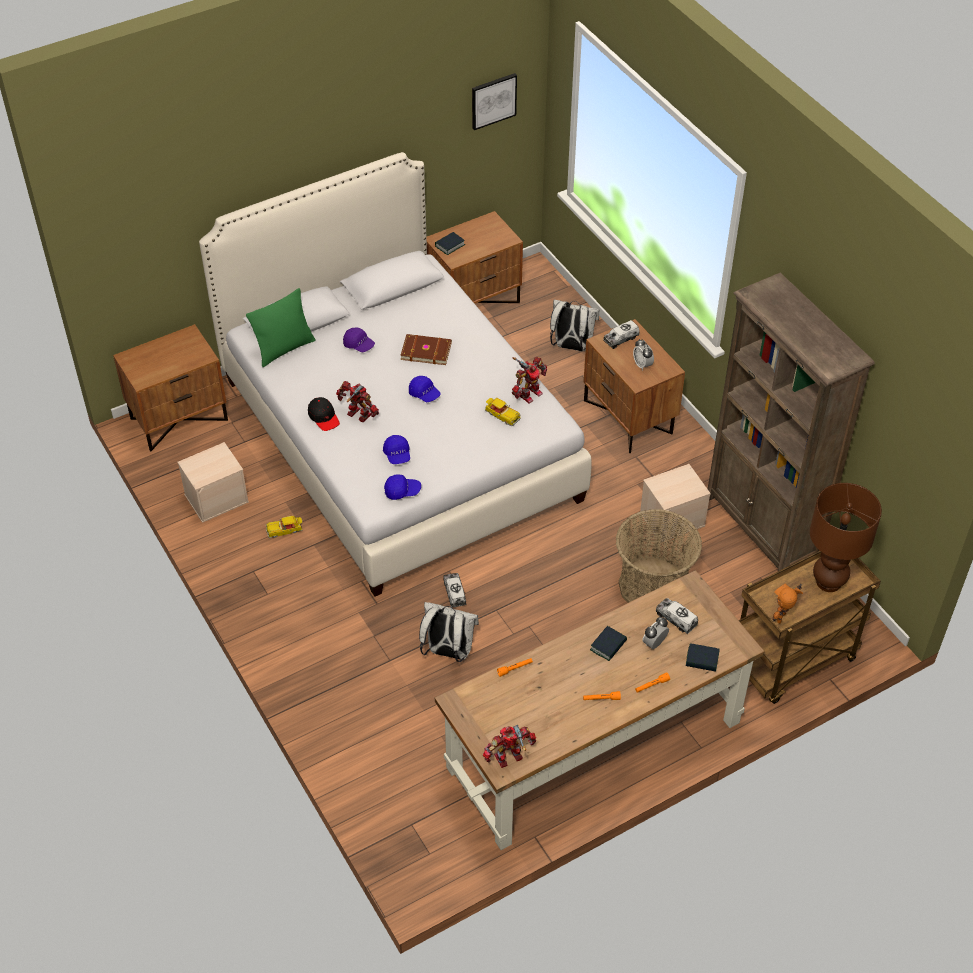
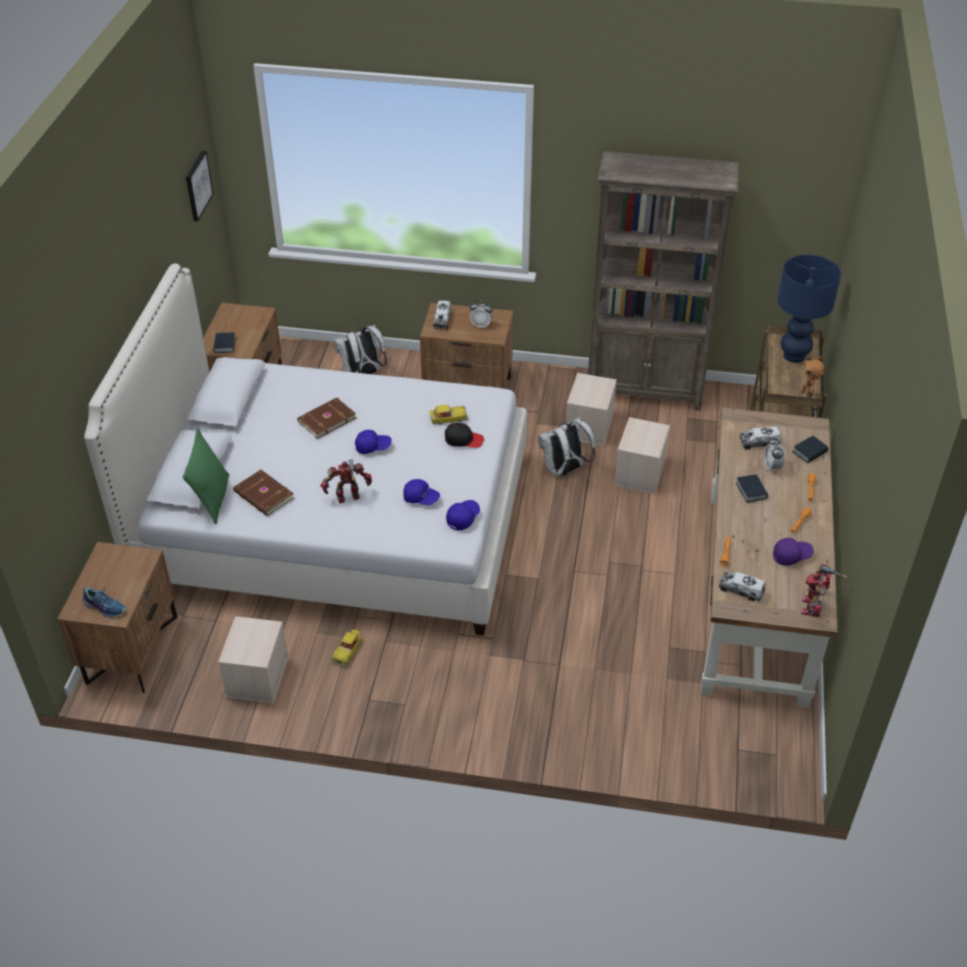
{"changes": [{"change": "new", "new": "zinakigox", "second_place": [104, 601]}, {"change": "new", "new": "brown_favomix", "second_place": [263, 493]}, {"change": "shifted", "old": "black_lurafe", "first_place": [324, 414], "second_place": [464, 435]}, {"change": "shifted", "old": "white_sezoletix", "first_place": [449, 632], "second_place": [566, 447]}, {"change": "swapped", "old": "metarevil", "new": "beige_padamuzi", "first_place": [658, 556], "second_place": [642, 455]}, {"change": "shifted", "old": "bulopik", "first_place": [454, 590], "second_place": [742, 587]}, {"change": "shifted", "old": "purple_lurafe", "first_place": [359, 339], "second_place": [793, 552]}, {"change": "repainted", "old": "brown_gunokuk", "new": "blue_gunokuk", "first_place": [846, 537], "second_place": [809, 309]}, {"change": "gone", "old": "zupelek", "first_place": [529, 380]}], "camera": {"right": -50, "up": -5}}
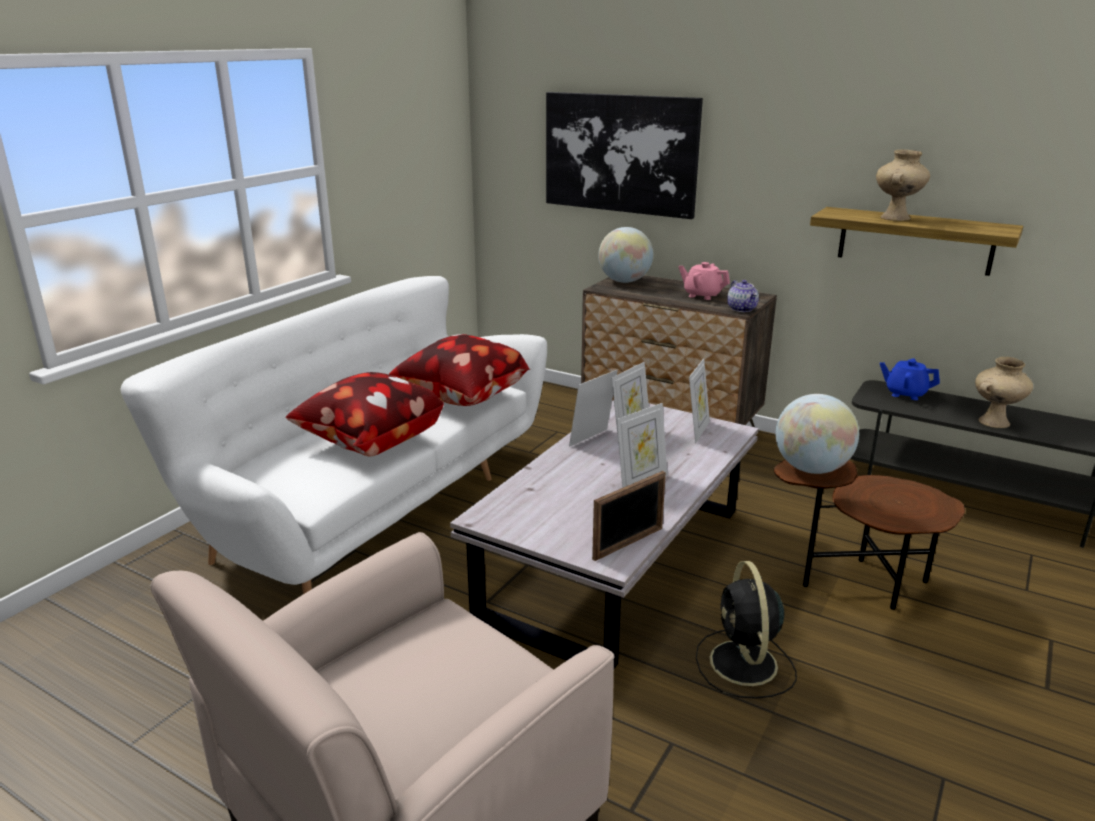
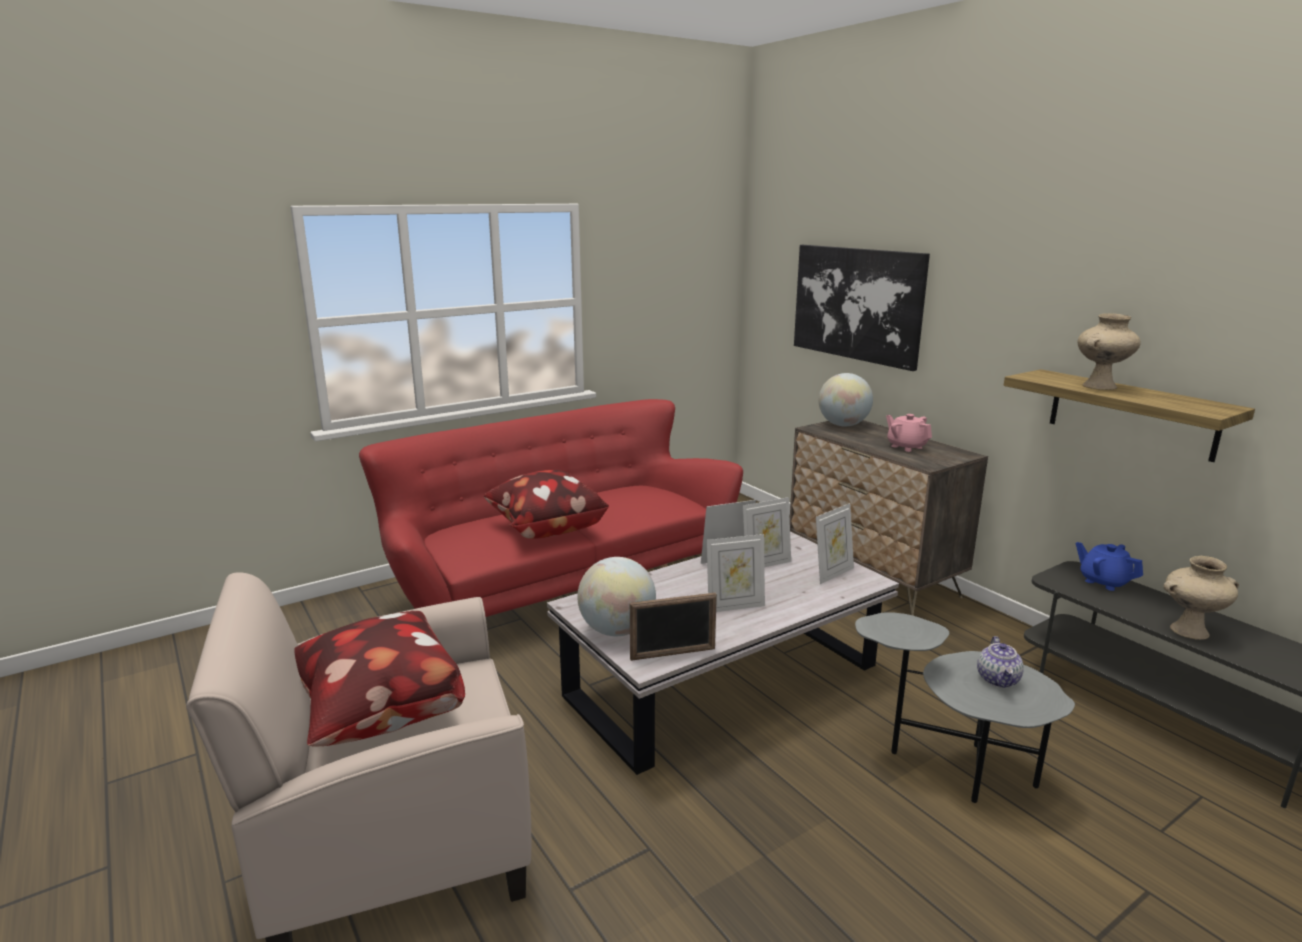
{"changes": [{"change": "shifted", "old": "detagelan", "first_place": [459, 370], "second_place": [379, 679]}, {"change": "repainted", "old": "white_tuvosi", "new": "red_tuvosi", "first_place": [333, 435], "second_place": [551, 508]}, {"change": "shifted", "old": "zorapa", "first_place": [817, 434], "second_place": [616, 596]}, {"change": "repainted", "old": "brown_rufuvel", "new": "grey_rufuvel", "first_place": [869, 535], "second_place": [965, 707]}, {"change": "shifted", "old": "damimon", "first_place": [743, 296], "second_place": [1000, 662]}, {"change": "gone", "old": "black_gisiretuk", "first_place": [746, 630]}], "camera": {"right": 25, "up": -5}}
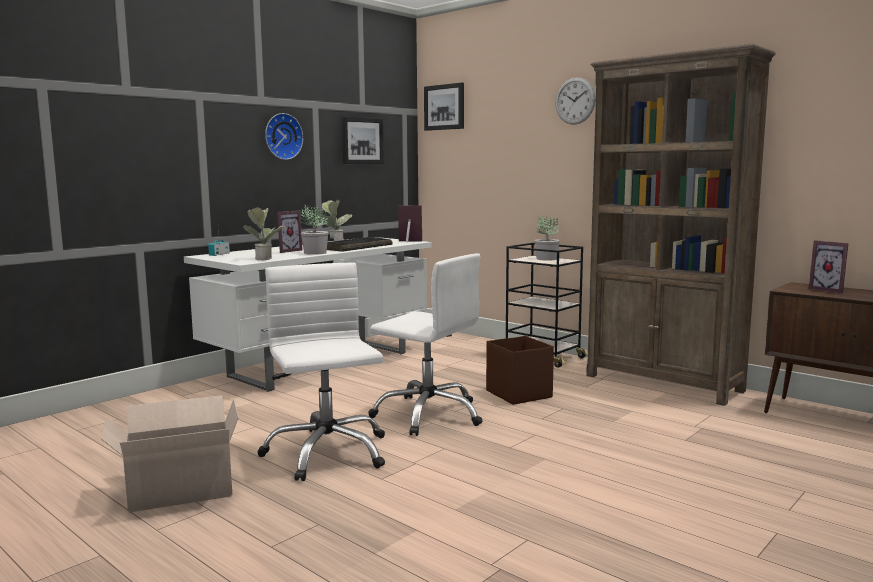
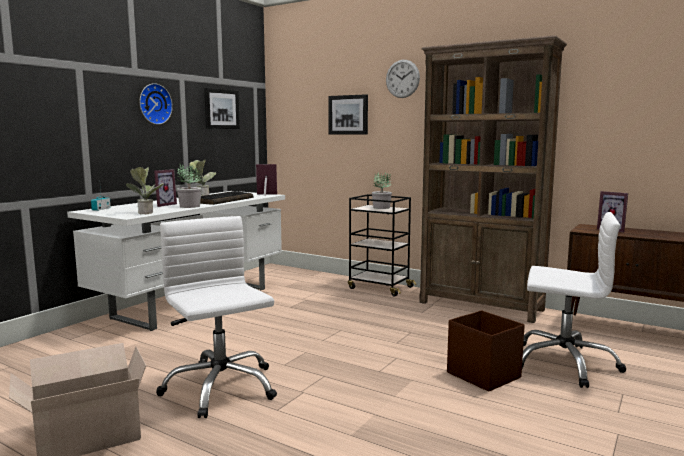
{"changes": [{"change": "shifted", "old": "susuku", "first_place": [444, 107], "second_place": [348, 114]}, {"change": "shifted", "old": "brown_padamuzi", "first_place": [520, 370], "second_place": [486, 351]}, {"change": "shifted", "old": "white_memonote", "first_place": [425, 344], "second_place": [574, 300]}], "camera": {"right": -10, "up": 0}}
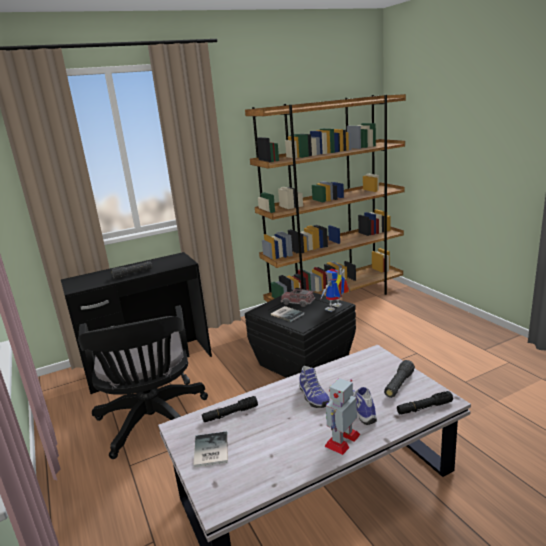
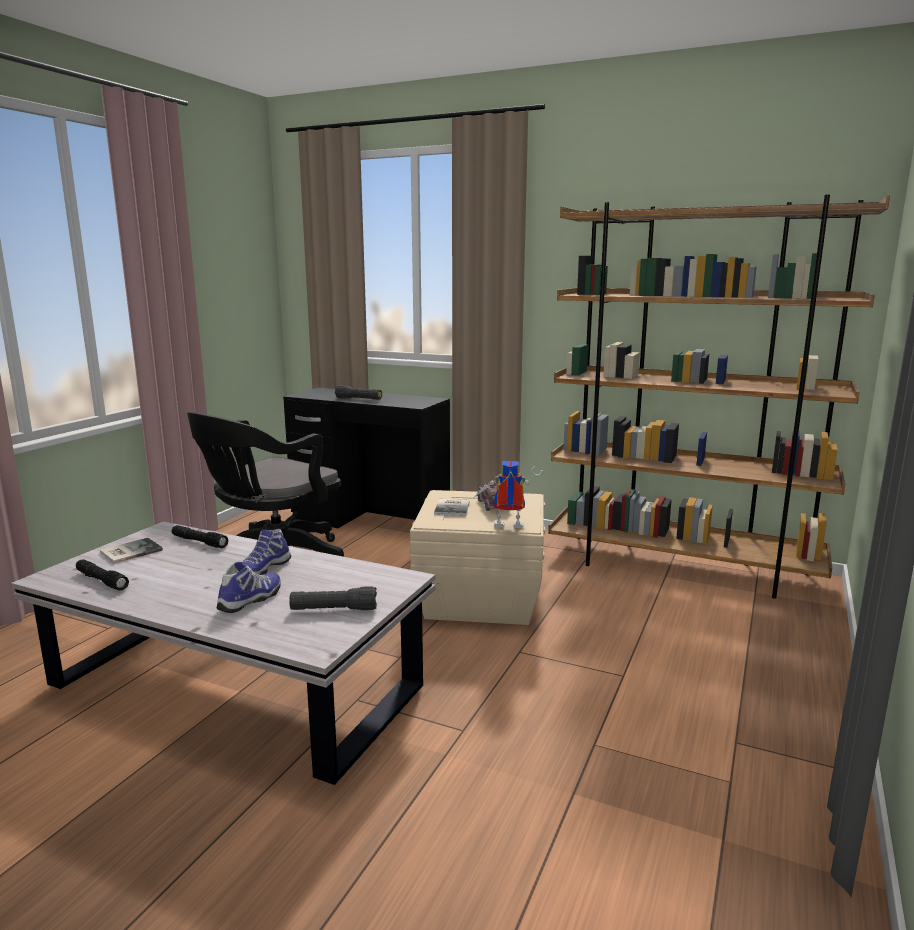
{"changes": [{"change": "shifted", "old": "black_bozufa", "first_place": [425, 402], "second_place": [102, 575]}, {"change": "repainted", "old": "black_padamuzi", "new": "beige_padamuzi", "first_place": [300, 333], "second_place": [477, 557]}, {"change": "gone", "old": "zupelek", "first_place": [342, 416]}], "camera": {"right": 50, "up": -5}}
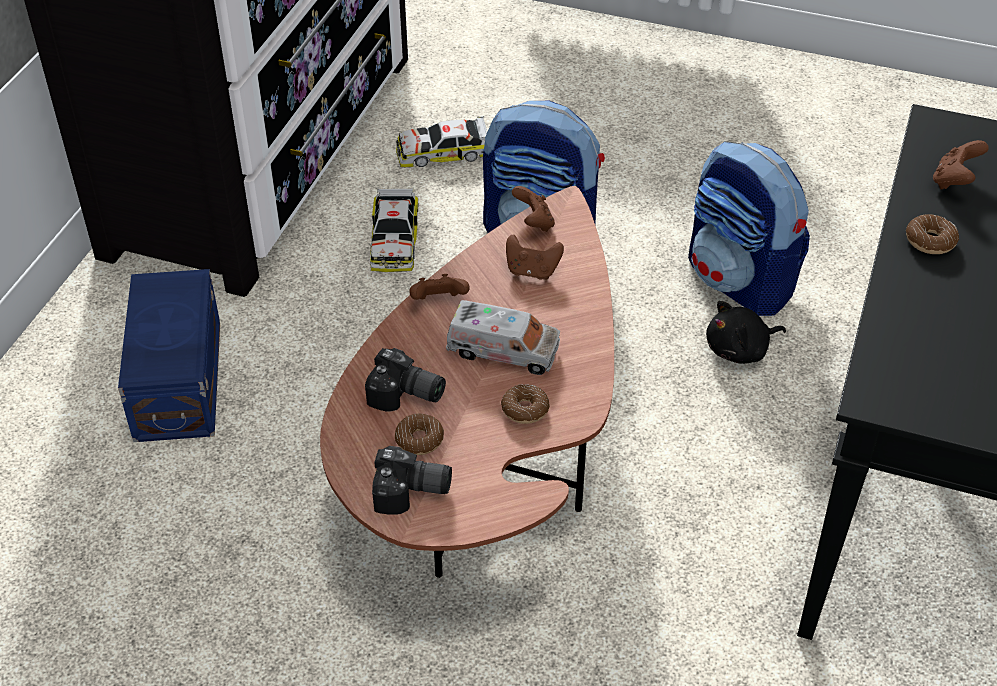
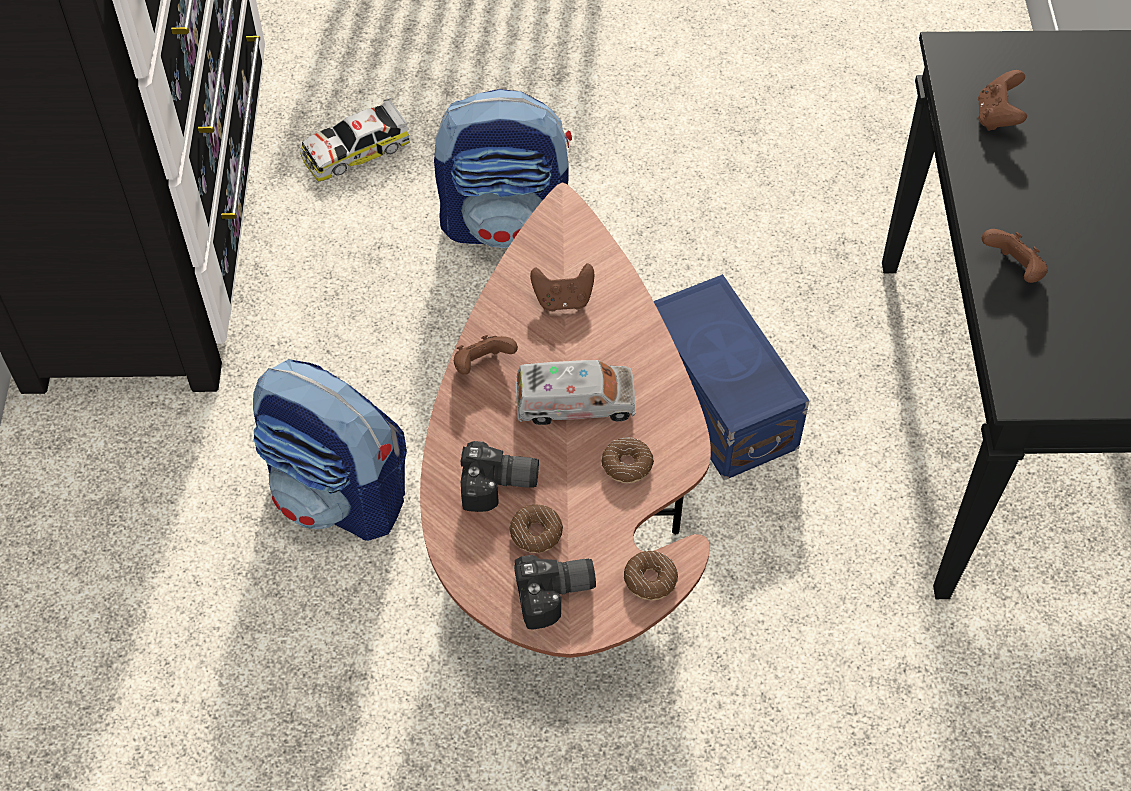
{"changes": [{"change": "shifted", "old": "sezoletix", "first_place": [749, 228], "second_place": [330, 450]}, {"change": "shifted", "old": "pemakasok", "first_place": [932, 234], "second_place": [651, 575]}, {"change": "shifted", "old": "blue_padamuzi", "first_place": [169, 355], "second_place": [731, 377]}, {"change": "shifted", "old": "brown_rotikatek", "first_place": [533, 209], "second_place": [1015, 256]}, {"change": "gone", "old": "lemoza", "first_place": [394, 230]}, {"change": "gone", "old": "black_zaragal", "first_place": [746, 332]}], "camera": {"right": -20, "up": 10}}
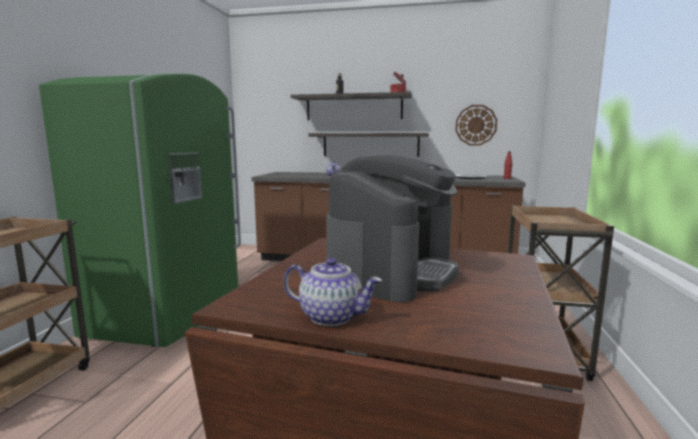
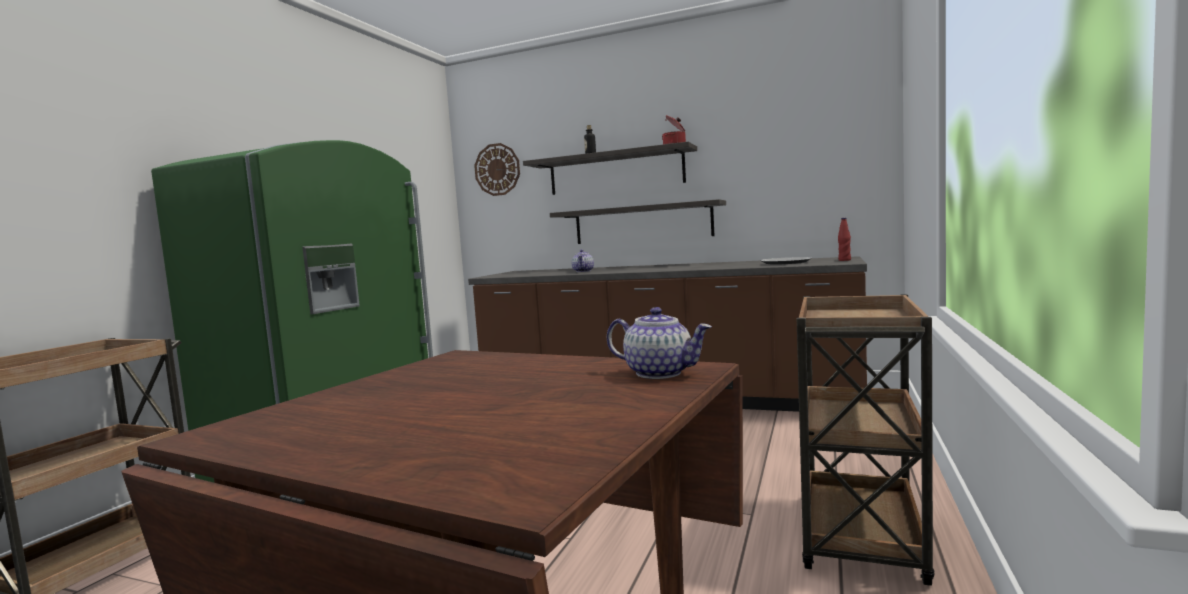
{"changes": [{"change": "shifted", "old": "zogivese", "first_place": [476, 125], "second_place": [497, 169]}, {"change": "shifted", "old": "damimon", "first_place": [332, 291], "second_place": [659, 343]}, {"change": "gone", "old": "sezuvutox", "first_place": [393, 228]}], "camera": {"right": 10, "up": -5}}
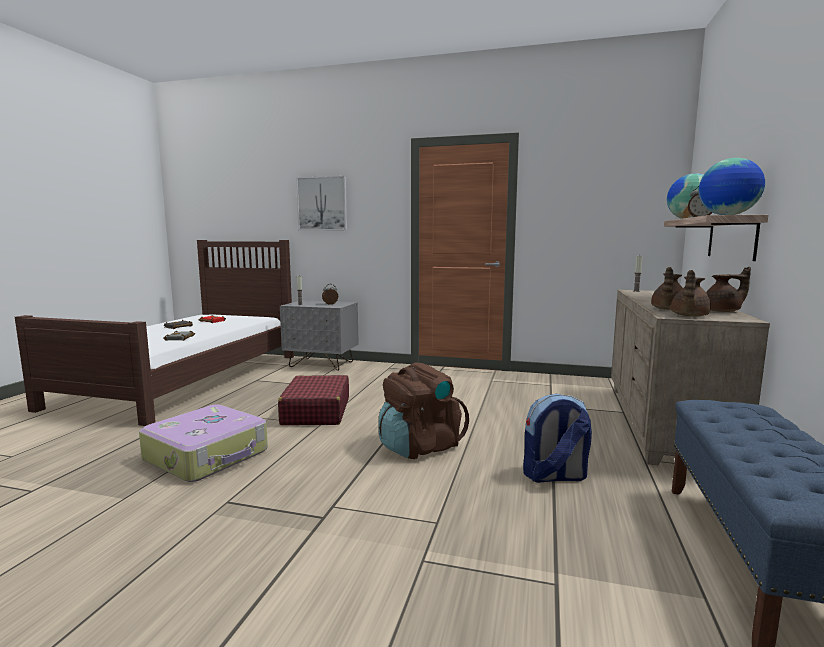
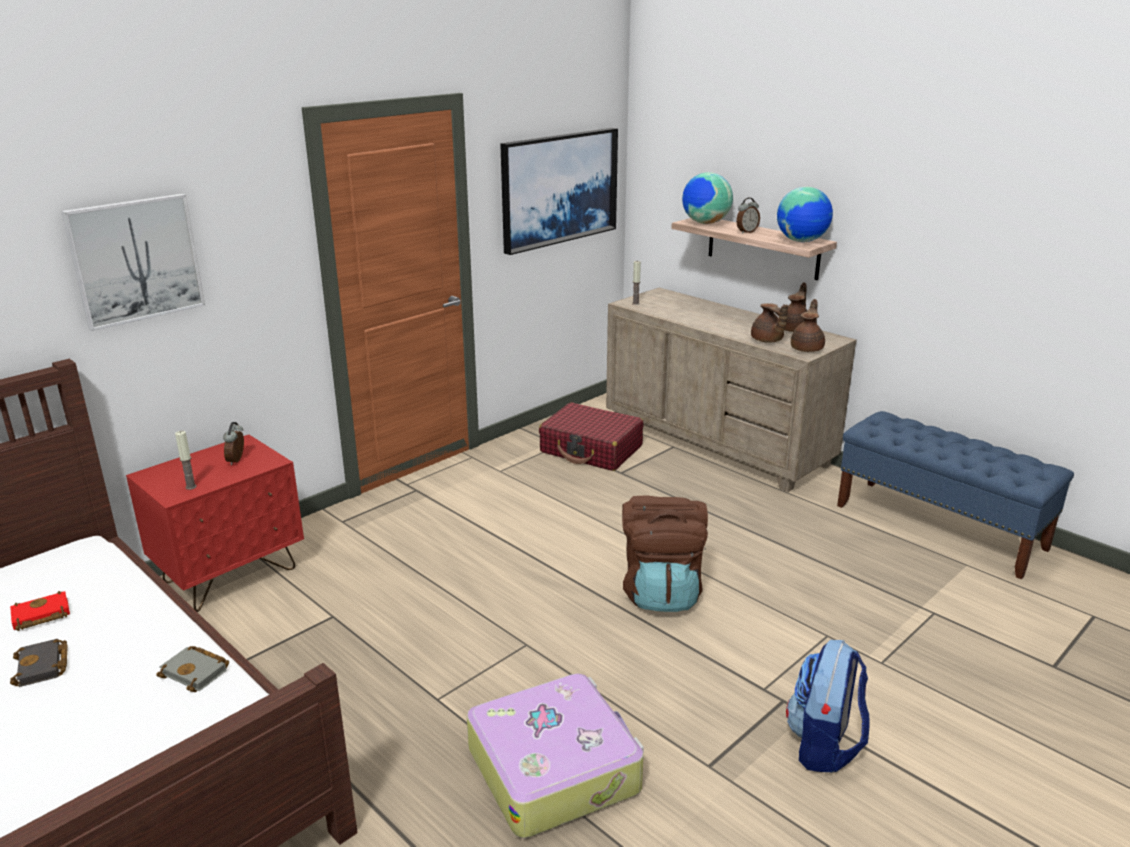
{"changes": [{"change": "repainted", "old": "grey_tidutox", "new": "red_tidutox", "first_place": [319, 335], "second_place": [215, 523]}, {"change": "new", "new": "susuku", "second_place": [559, 191]}, {"change": "shifted", "old": "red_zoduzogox", "first_place": [313, 400], "second_place": [591, 436]}, {"change": "shifted", "old": "sezoletix", "first_place": [557, 438], "second_place": [828, 706]}, {"change": "rotated", "old": "brown_damimon", "first_place": [691, 293], "second_place": [808, 325], "degrees": -135}], "camera": {"right": -60, "up": 15}}
